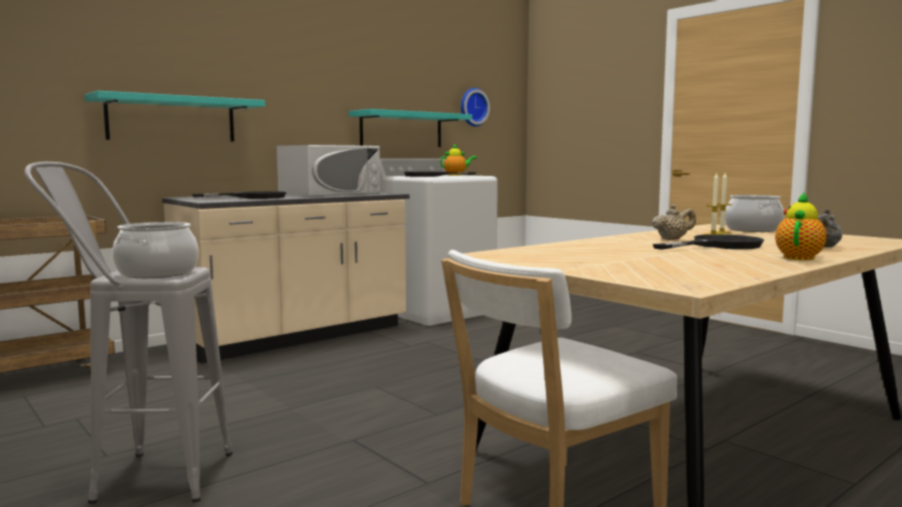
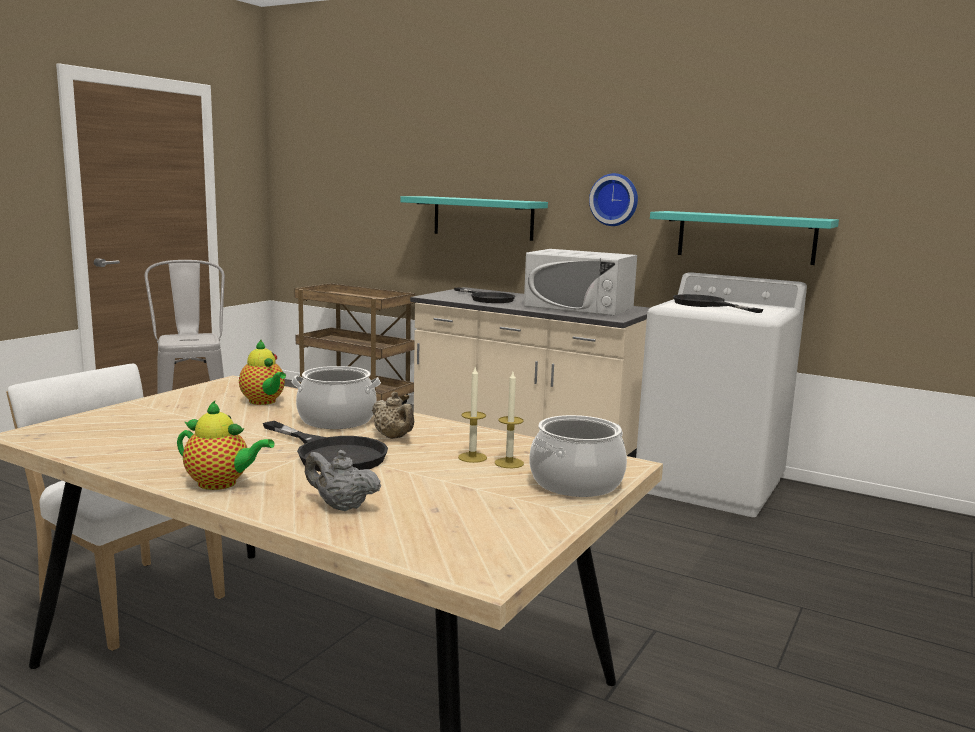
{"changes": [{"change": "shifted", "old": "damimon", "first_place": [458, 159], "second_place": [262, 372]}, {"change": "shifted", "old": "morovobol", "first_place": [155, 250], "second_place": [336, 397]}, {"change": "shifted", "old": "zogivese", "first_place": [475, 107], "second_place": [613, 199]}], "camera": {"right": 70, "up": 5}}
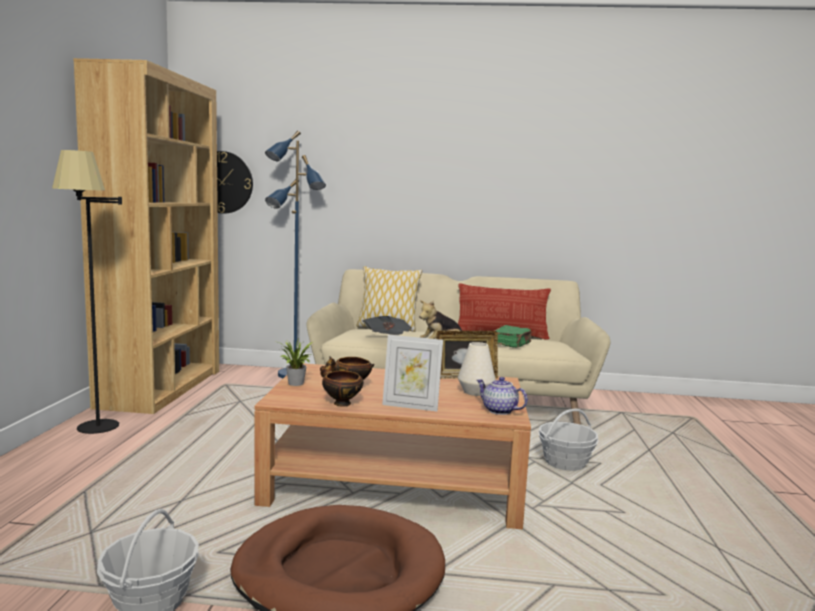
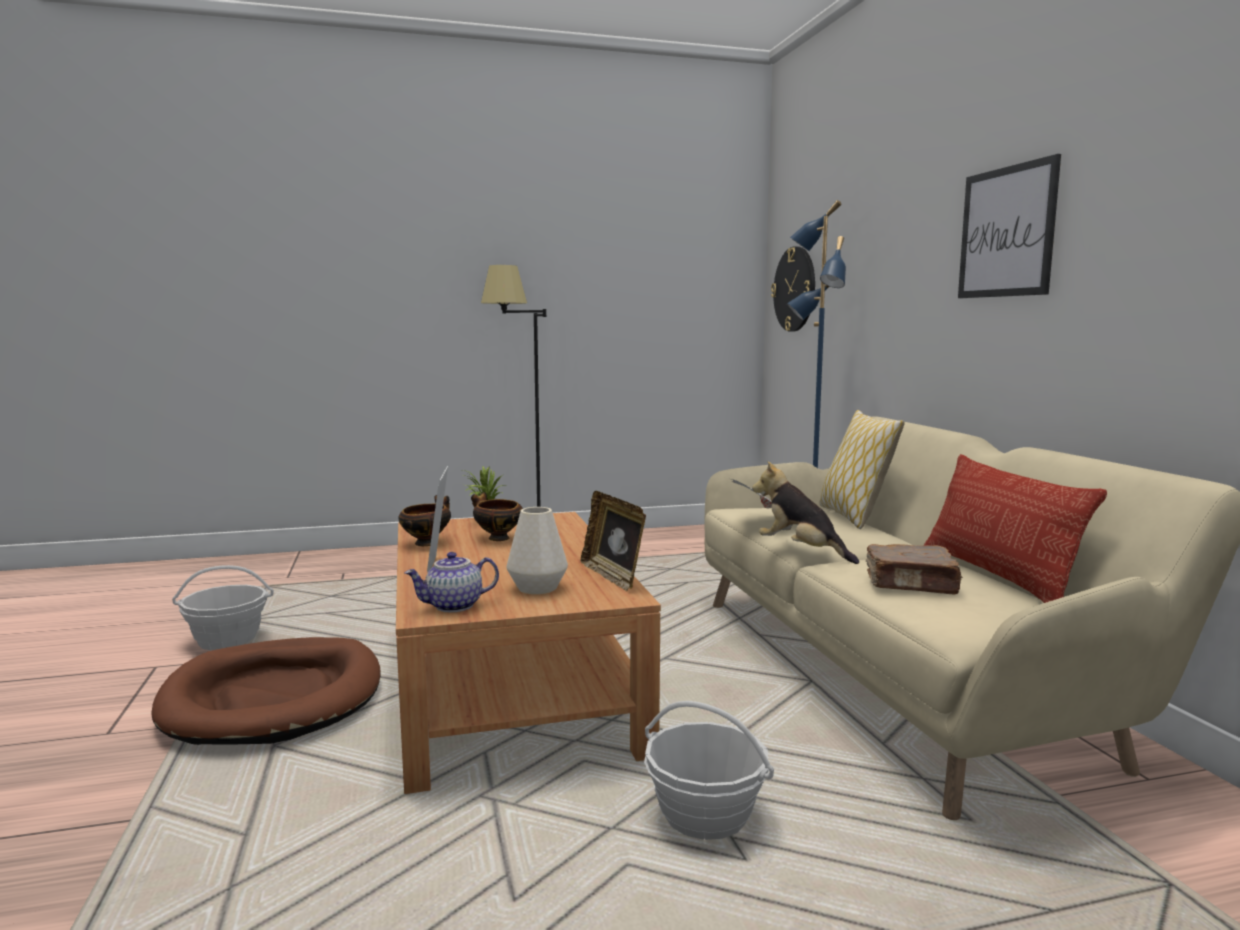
{"changes": [{"change": "rotated", "old": "damimon", "first_place": [502, 396], "second_place": [451, 582], "degrees": -135}, {"change": "repainted", "old": "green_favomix", "new": "brown_favomix", "first_place": [512, 336], "second_place": [914, 569]}, {"change": "new", "new": "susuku", "second_place": [1009, 226]}, {"change": "gone", "old": "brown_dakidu", "first_place": [146, 236]}], "camera": {"right": 70, "up": 0}}
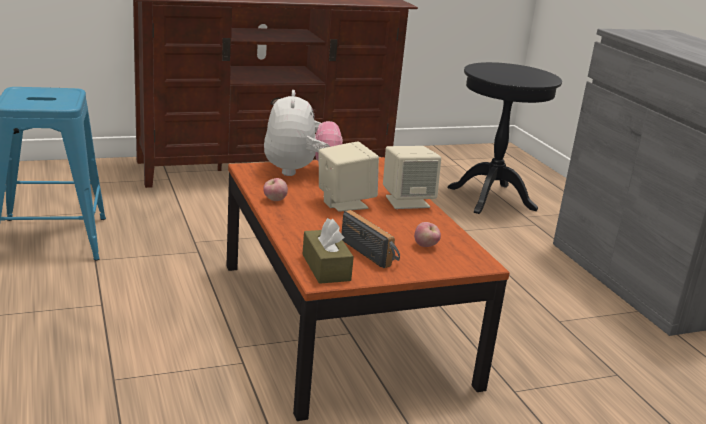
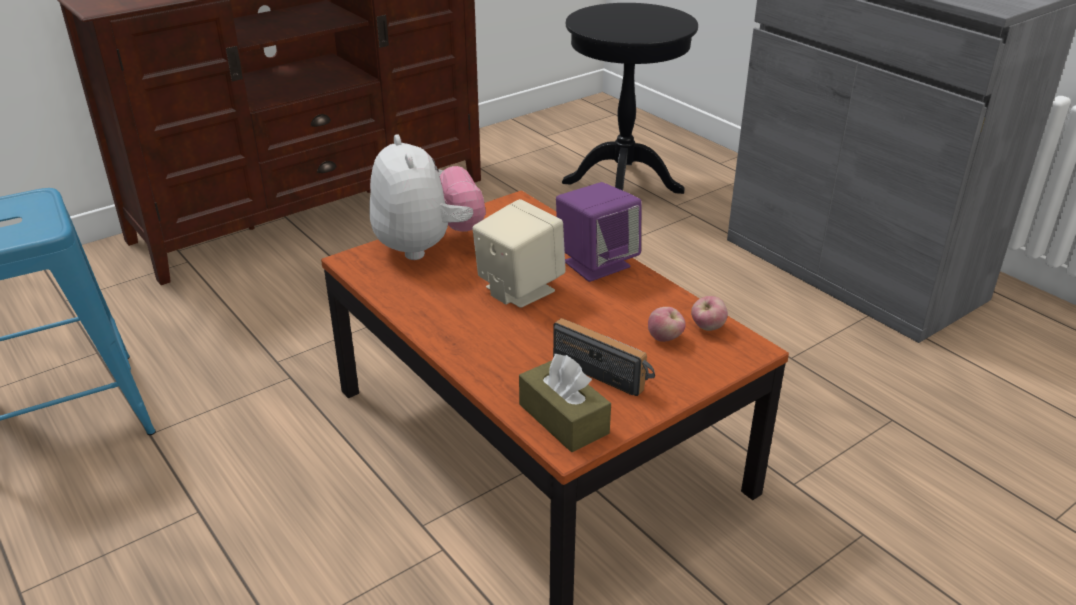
{"changes": [{"change": "repainted", "old": "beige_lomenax", "new": "purple_lomenax", "first_place": [412, 177], "second_place": [599, 232]}, {"change": "shifted", "old": "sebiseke", "first_place": [275, 189], "second_place": [709, 313]}], "camera": {"right": -15, "up": 10}}
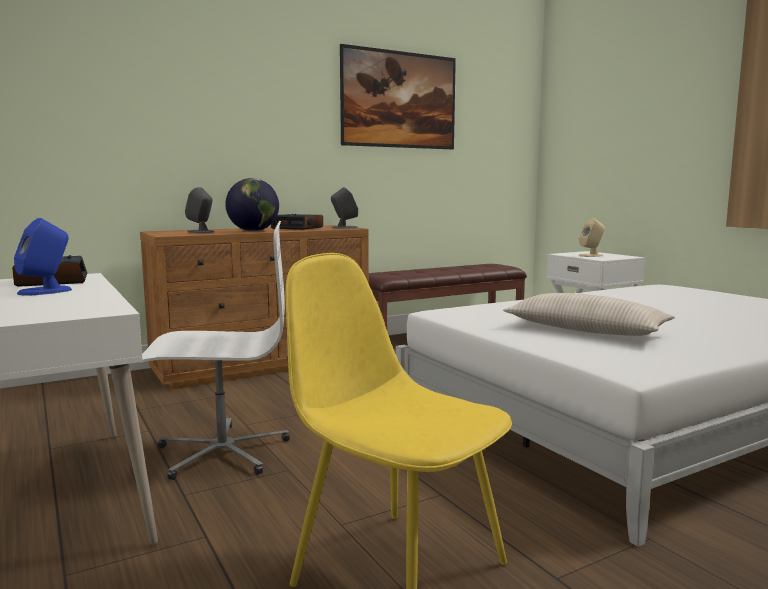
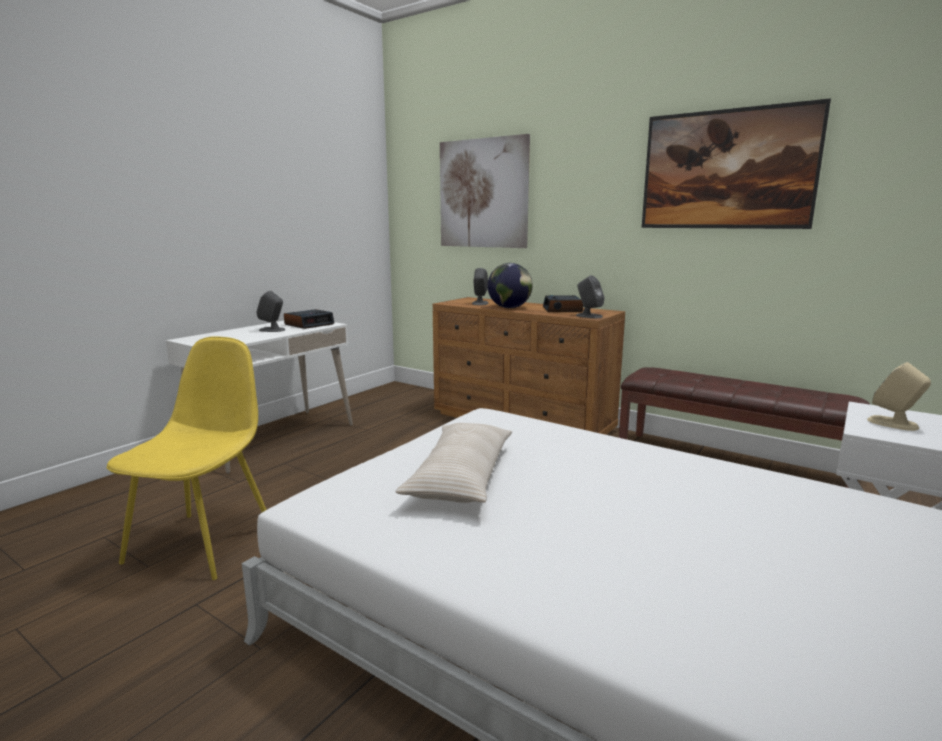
{"changes": [{"change": "repainted", "old": "blue_lomenax", "new": "grey_lomenax", "first_place": [43, 257], "second_place": [270, 311]}, {"change": "new", "new": "susuku", "second_place": [485, 191]}, {"change": "gone", "old": "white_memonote", "first_place": [215, 350]}], "camera": {"right": 65, "up": 5}}
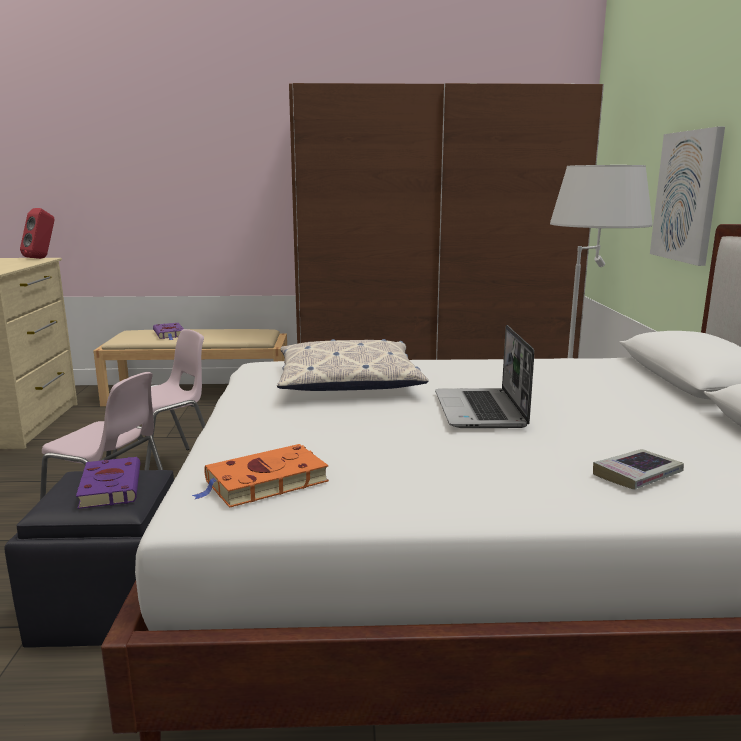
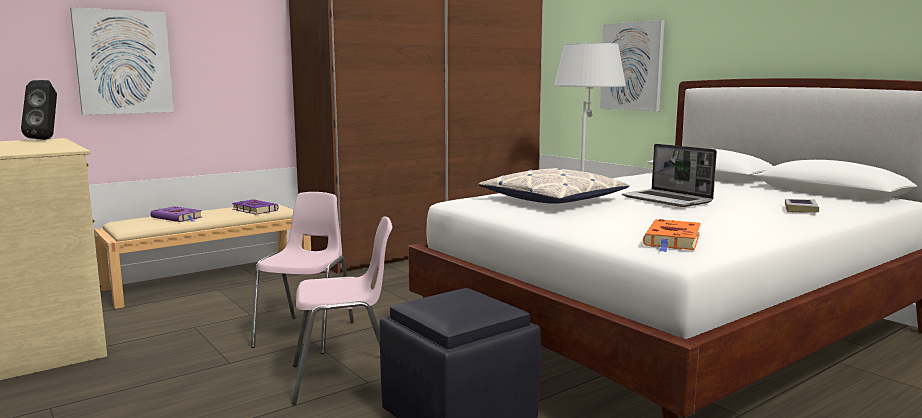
{"changes": [{"change": "repainted", "old": "red_lomenax", "new": "black_lomenax", "first_place": [37, 233], "second_place": [39, 110]}, {"change": "new", "new": "susuku", "second_place": [122, 61]}, {"change": "shifted", "old": "purple_favomix", "first_place": [108, 483], "second_place": [256, 206]}], "camera": {"right": -35, "up": -5}}
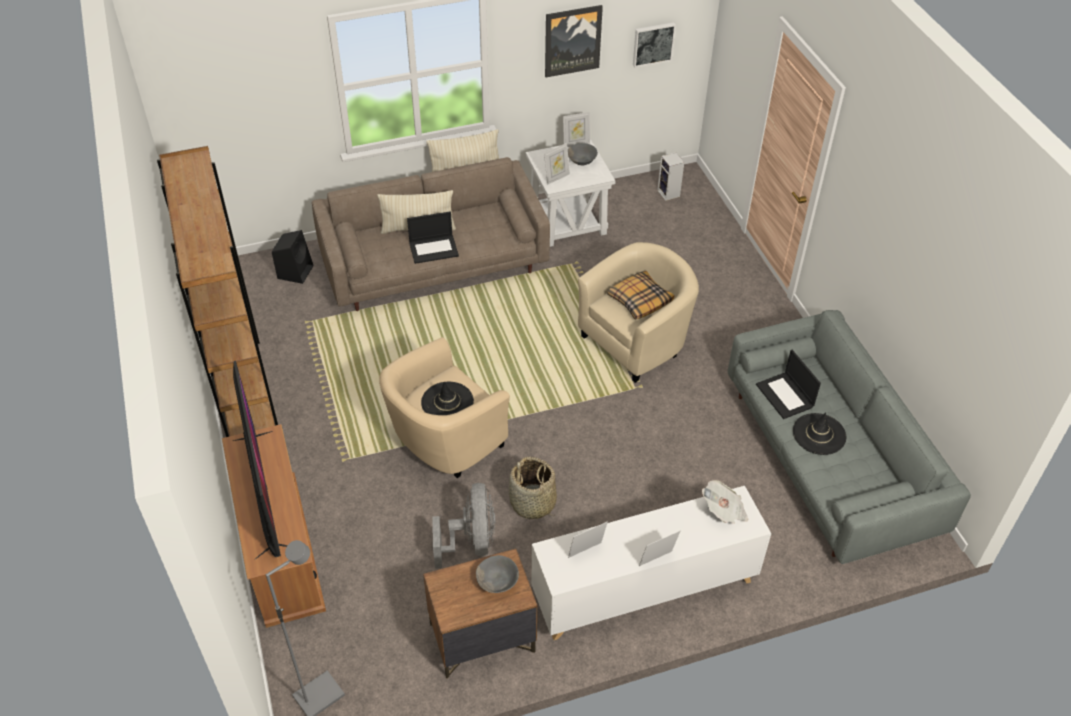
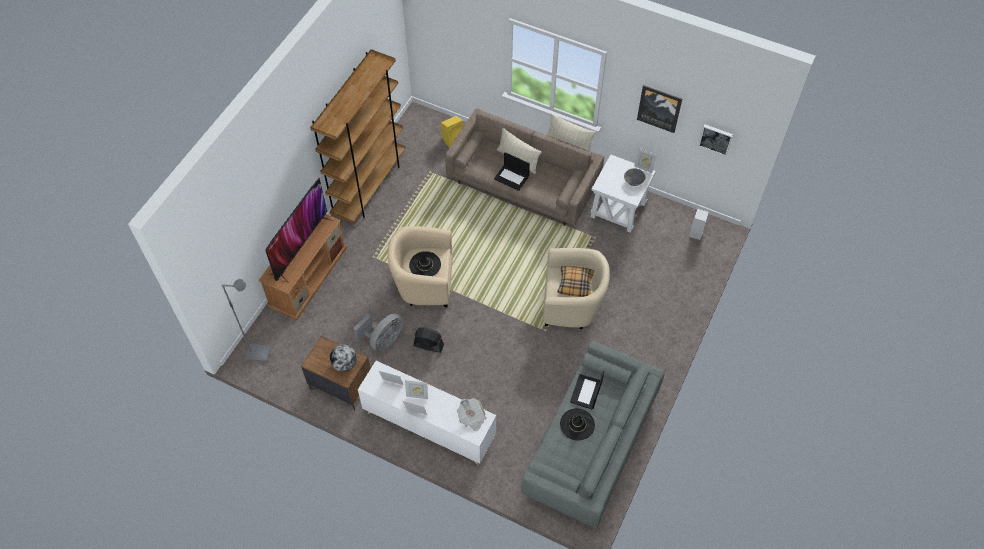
{"changes": [{"change": "swapped", "old": "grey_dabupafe", "new": "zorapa", "first_place": [497, 574], "second_place": [343, 358]}, {"change": "shifted", "old": "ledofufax", "first_place": [557, 164], "second_place": [416, 389]}, {"change": "swapped", "old": "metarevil", "new": "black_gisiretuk", "first_place": [533, 488], "second_place": [428, 340]}, {"change": "repainted", "old": "black_lomenax", "new": "yellow_lomenax", "first_place": [292, 257], "second_place": [452, 132]}], "camera": {"right": 45, "up": 10}}
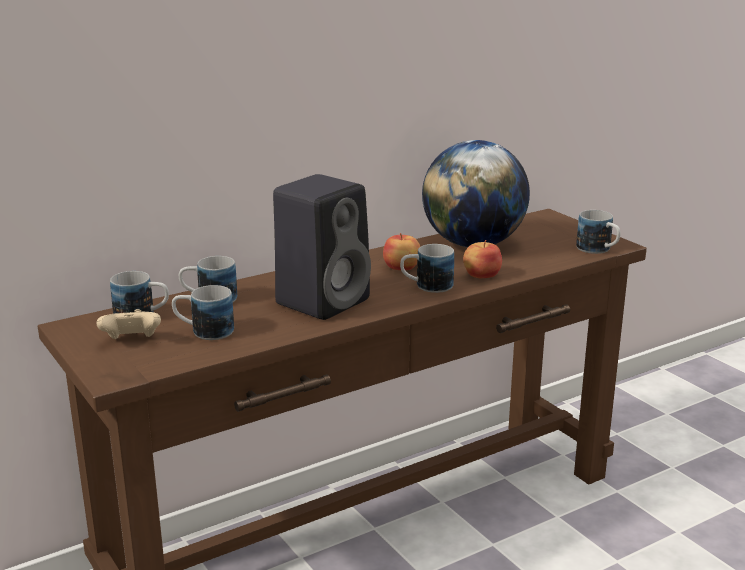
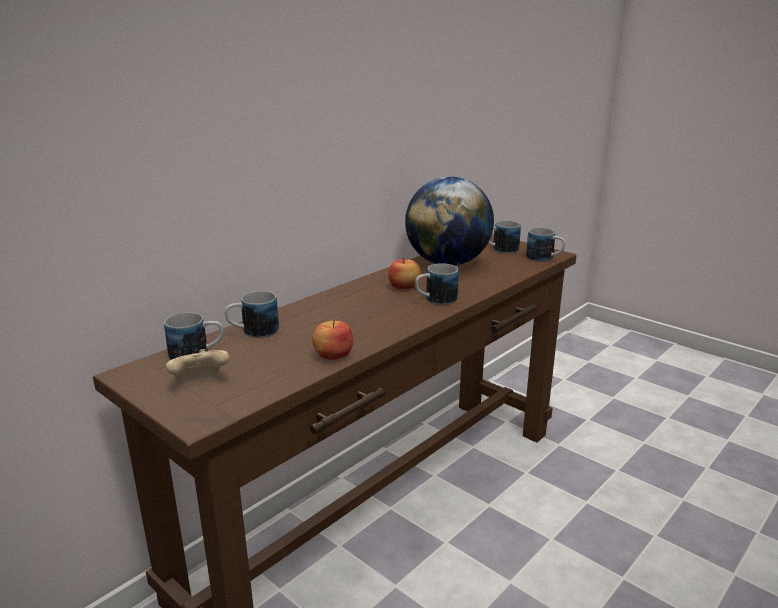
{"changes": [{"change": "shifted", "old": "sebiseke", "first_place": [482, 259], "second_place": [332, 339]}, {"change": "shifted", "old": "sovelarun", "first_place": [203, 312], "second_place": [504, 237]}, {"change": "gone", "old": "black_lomenax", "first_place": [322, 247]}], "camera": {"right": -15, "up": 0}}
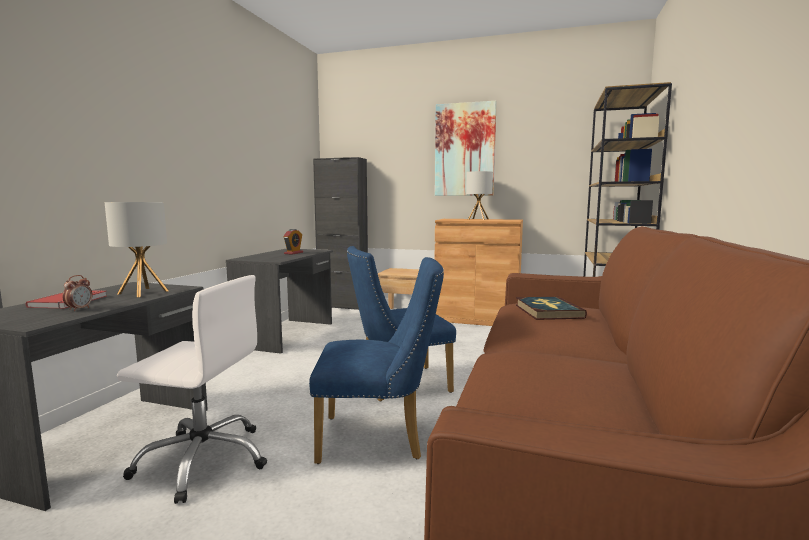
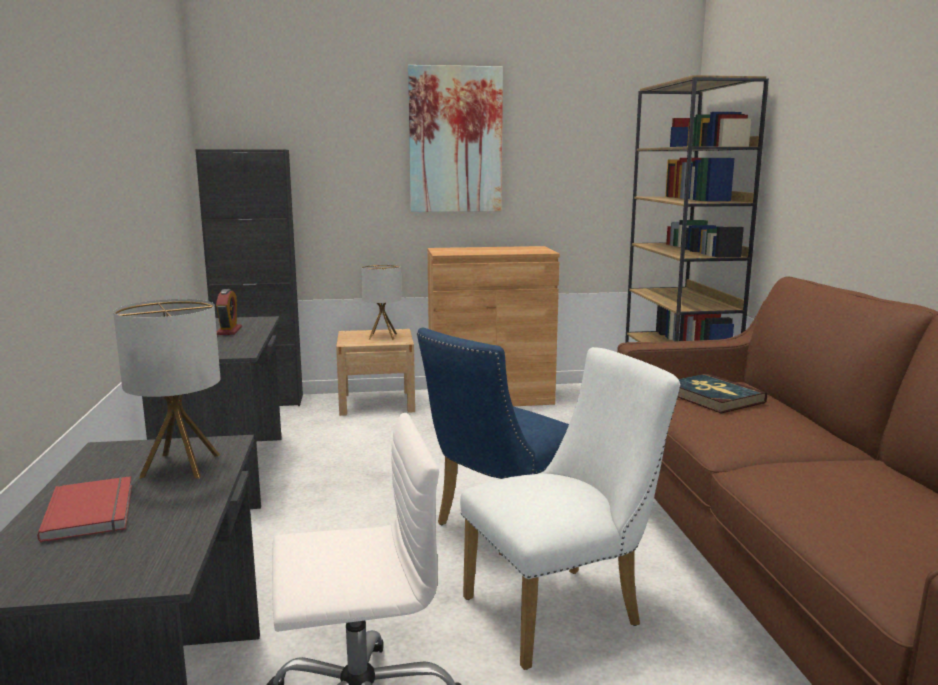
{"changes": [{"change": "shifted", "old": "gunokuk", "first_place": [479, 195], "second_place": [381, 302]}, {"change": "repainted", "old": "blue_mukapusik", "new": "white_mukapusik", "first_place": [376, 360], "second_place": [570, 508]}, {"change": "gone", "old": "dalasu", "first_place": [77, 293]}], "camera": {"right": -25, "up": 5}}
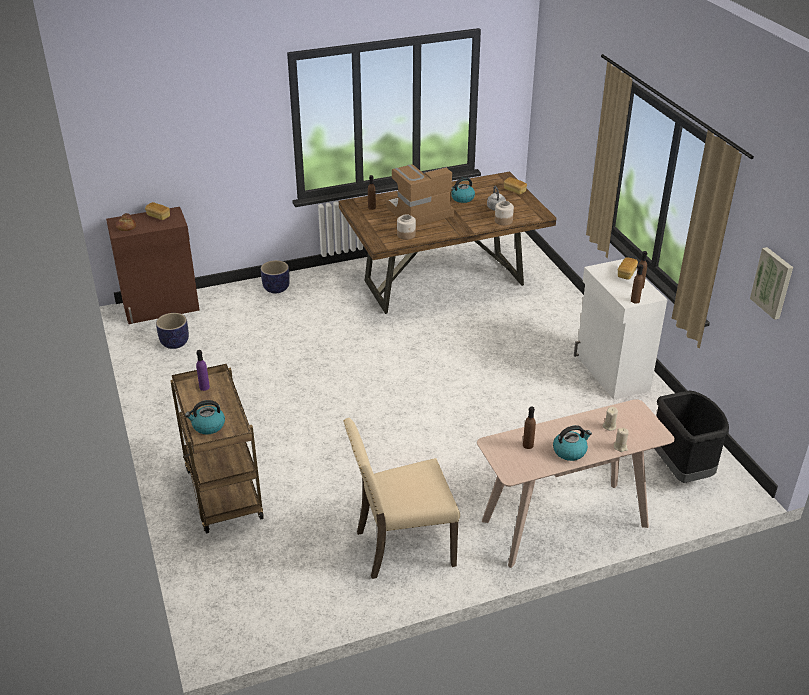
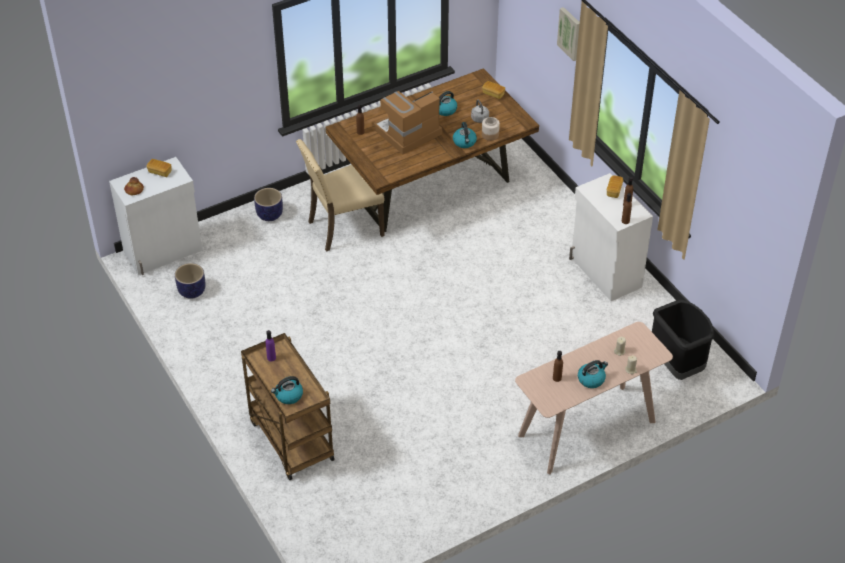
{"changes": [{"change": "repainted", "old": "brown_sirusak", "new": "white_sirusak", "first_place": [152, 265], "second_place": [155, 216]}, {"change": "shifted", "old": "beige_mukapusik", "first_place": [401, 498], "second_place": [340, 195]}, {"change": "new", "new": "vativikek", "second_place": [465, 135]}, {"change": "shifted", "old": "susuku", "first_place": [771, 283], "second_place": [568, 34]}, {"change": "gone", "old": "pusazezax", "first_place": [406, 227]}], "camera": {"right": -10, "up": 10}}
